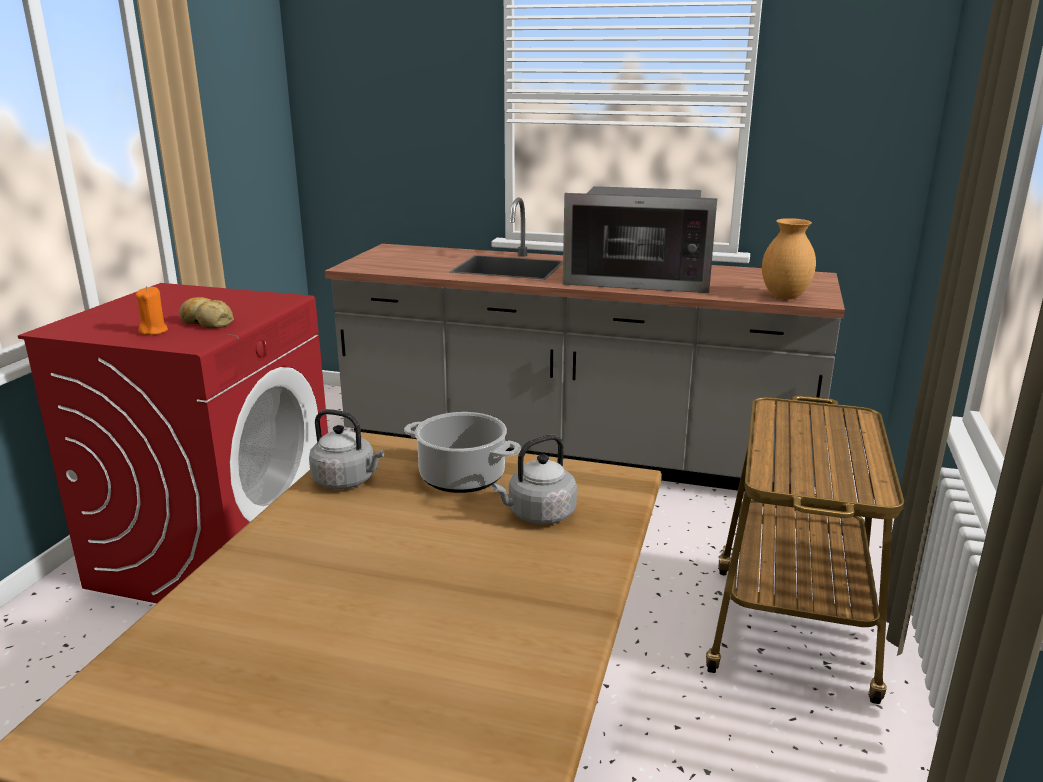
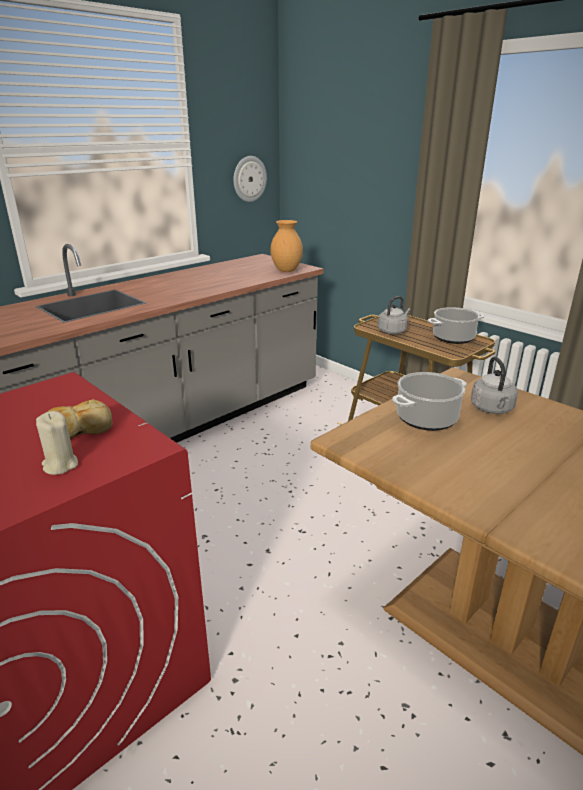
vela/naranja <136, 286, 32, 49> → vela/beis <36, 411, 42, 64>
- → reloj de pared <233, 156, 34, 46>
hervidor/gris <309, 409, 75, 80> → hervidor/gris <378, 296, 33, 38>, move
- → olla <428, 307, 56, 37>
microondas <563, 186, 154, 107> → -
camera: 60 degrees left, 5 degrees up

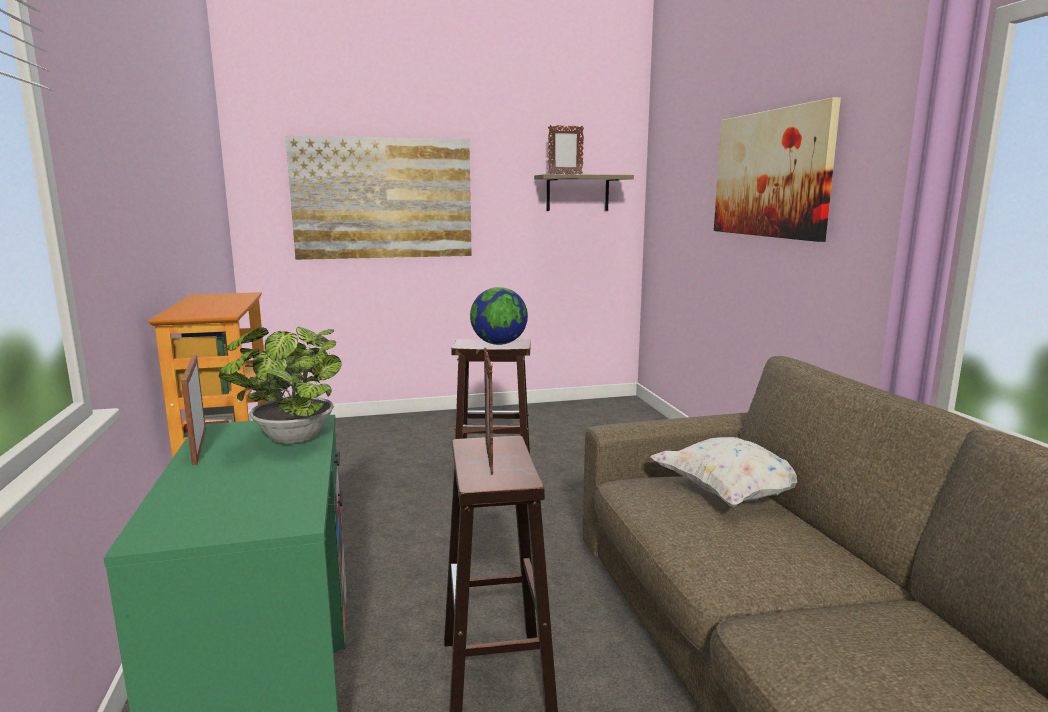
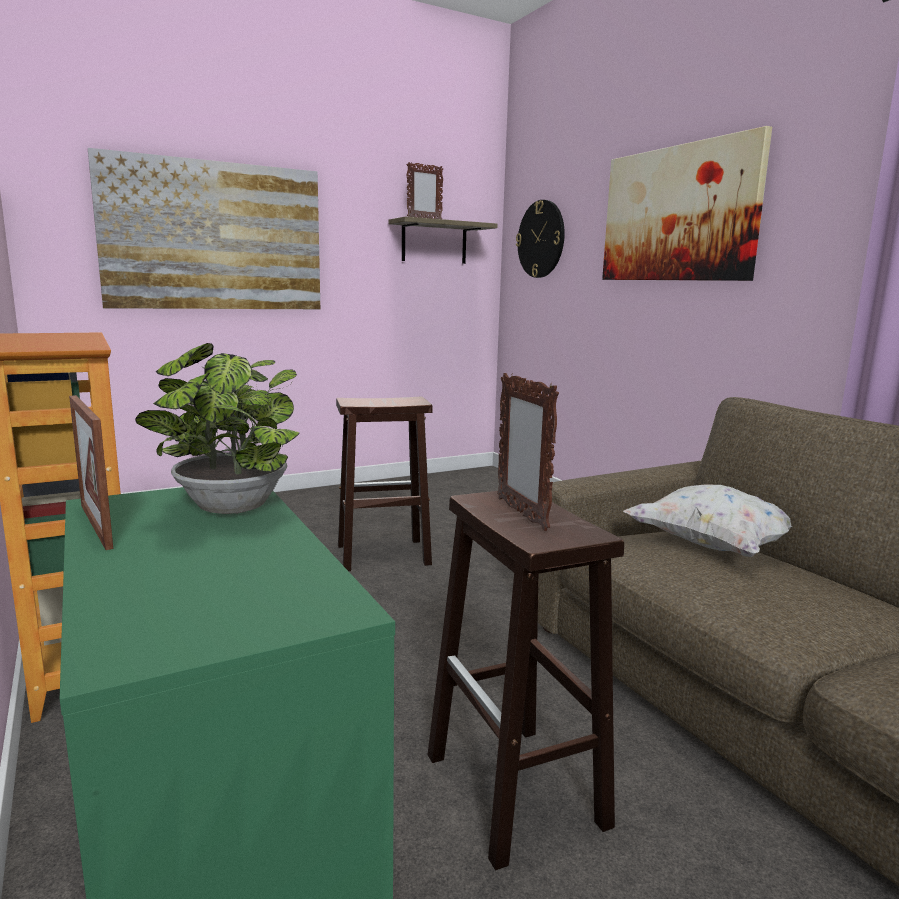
- → reloj de pared <516, 200, 49, 78>
globo terráqueo <470, 287, 58, 58> → -
camera: 15 degrees left, 0 degrees up

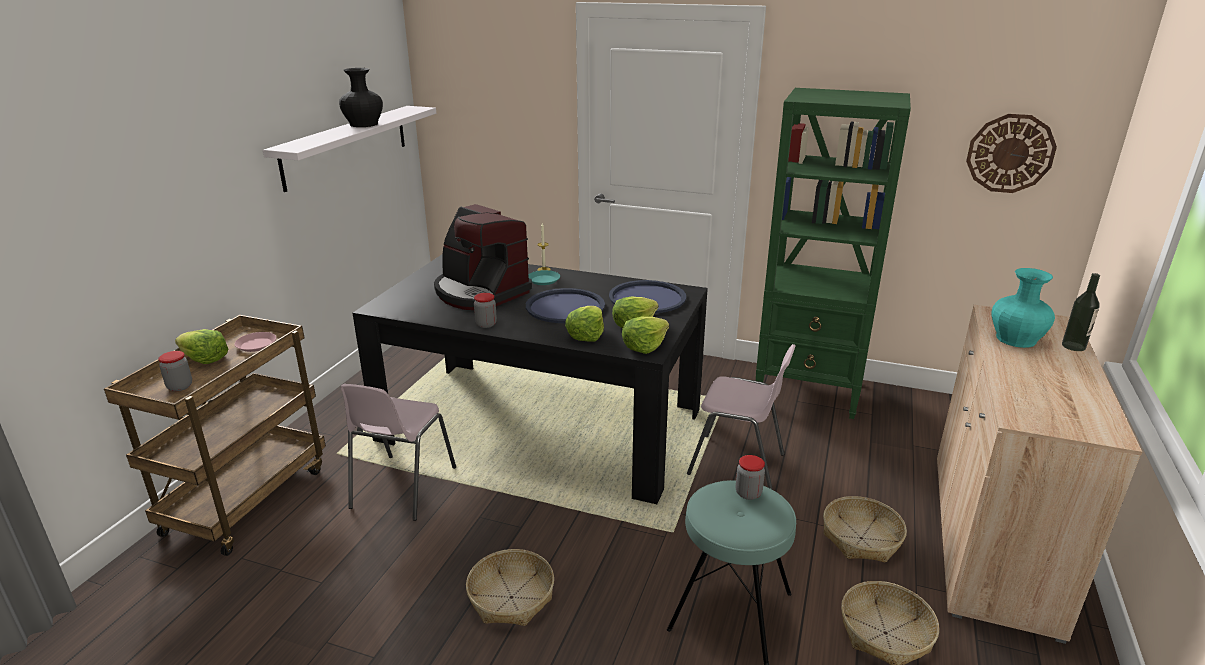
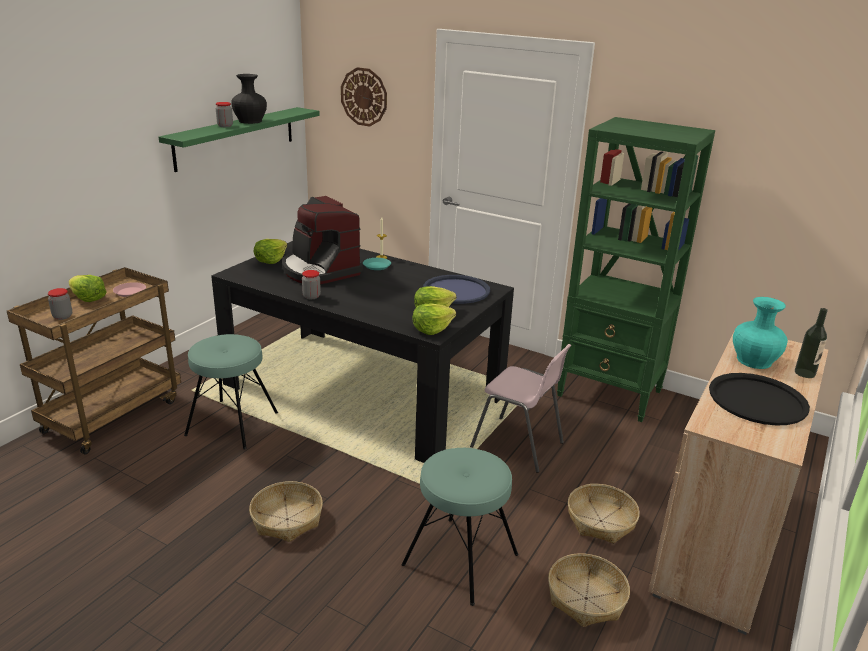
estante/blanco <263, 106, 173, 86> → estante/verde <159, 107, 161, 65>
silla/rosa <340, 384, 116, 137> → taburete/turquesa <184, 334, 94, 116>
tarro <736, 455, 29, 45> → tarro <216, 102, 17, 25>, move
lechuga <565, 306, 39, 36> → lechuga <254, 239, 33, 25>, move
reloj de pared <966, 114, 91, 79> → reloj de pared <341, 67, 46, 60>, move
- → bandeja/negro <709, 373, 101, 53>
bandeja/azul <526, 288, 79, 35> → -
camera: 10 degrees right, 0 degrees up

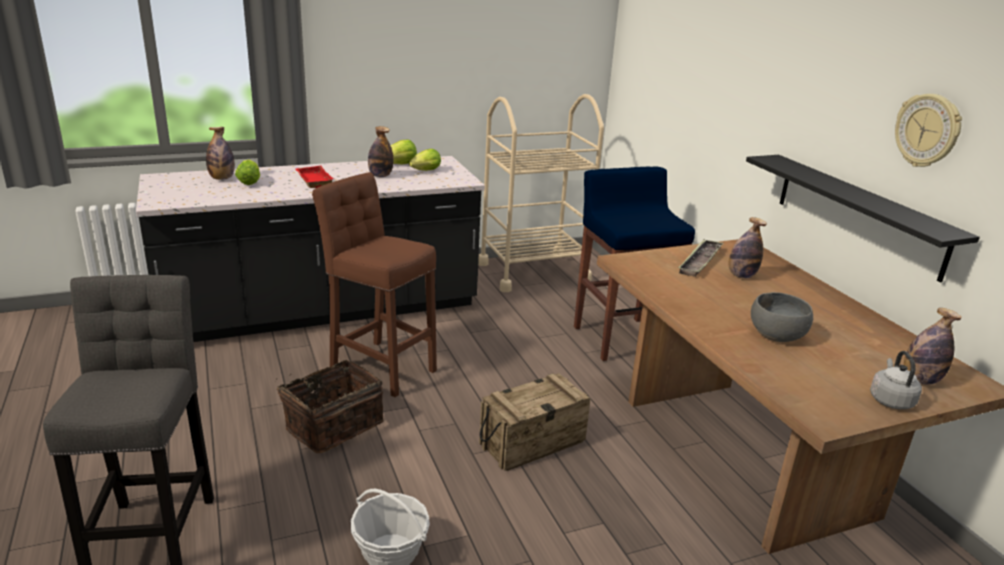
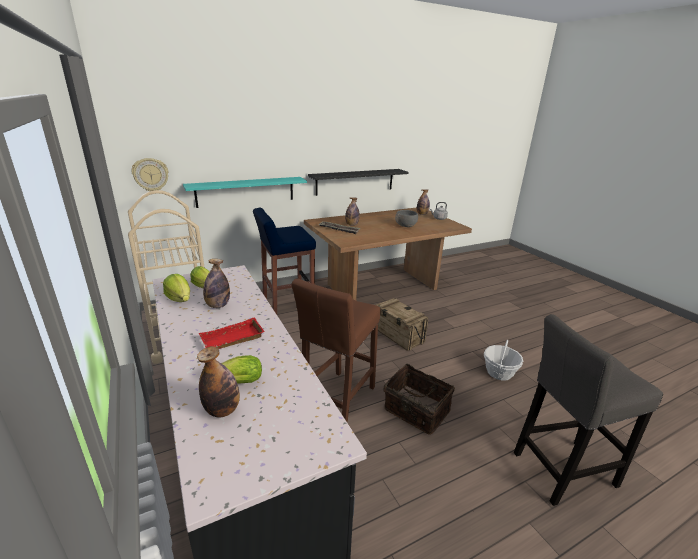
reloj de pared <895, 94, 67, 73> → reloj de pared <132, 158, 36, 33>, move
- → estante/turquesa <183, 177, 124, 31>
camera: 95 degrees left, 0 degrees up

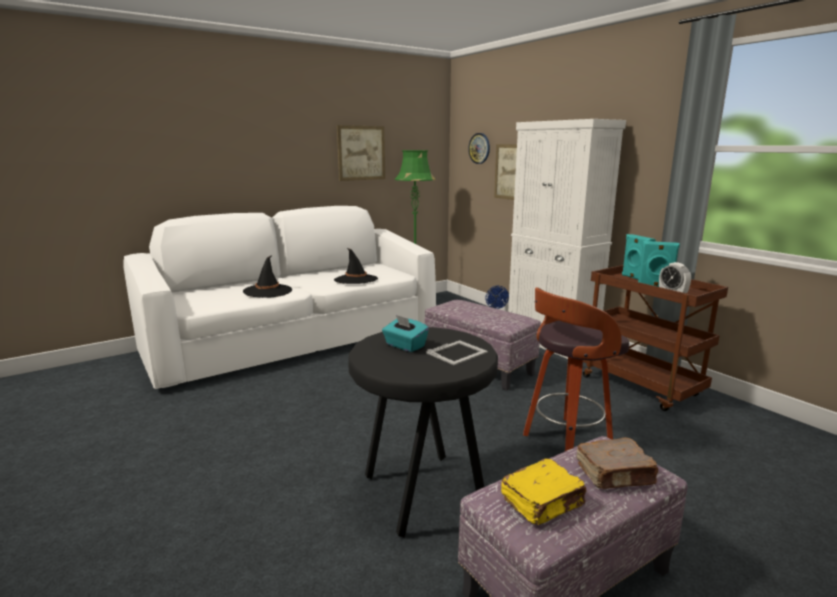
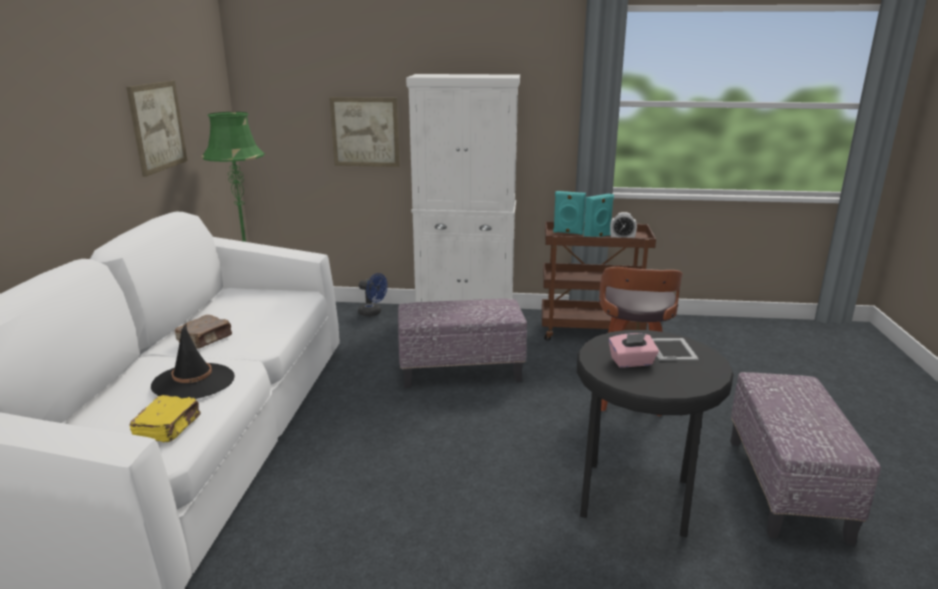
libro/amarillo <501, 459, 86, 66> → libro/amarillo <129, 395, 72, 47>, move
libro/marrón <576, 437, 83, 52> → libro/marrón <175, 315, 57, 34>, move
caja de pañuelos/turquesa <382, 315, 47, 37> → caja de pañuelos/rosa <609, 333, 50, 35>
sombrero/negro <334, 248, 44, 36> → -
reloj de pared <468, 133, 22, 31> → -
camera: 50 degrees left, 5 degrees up

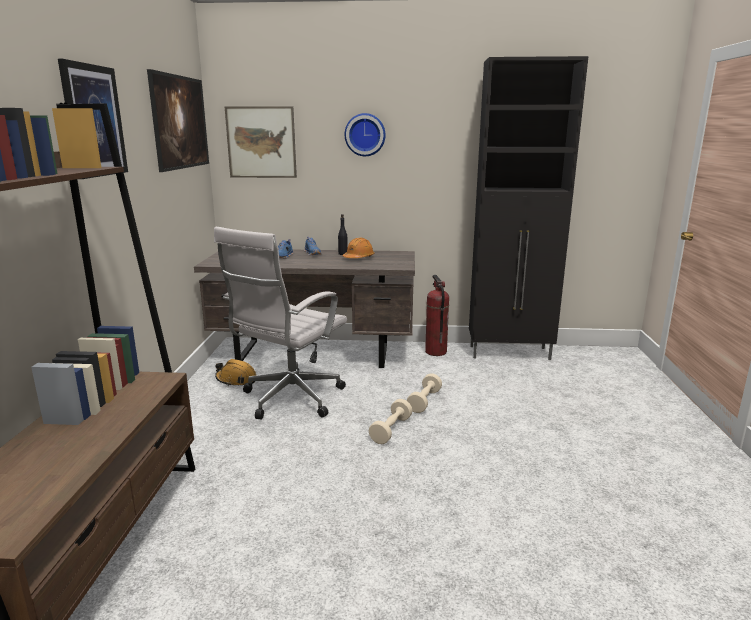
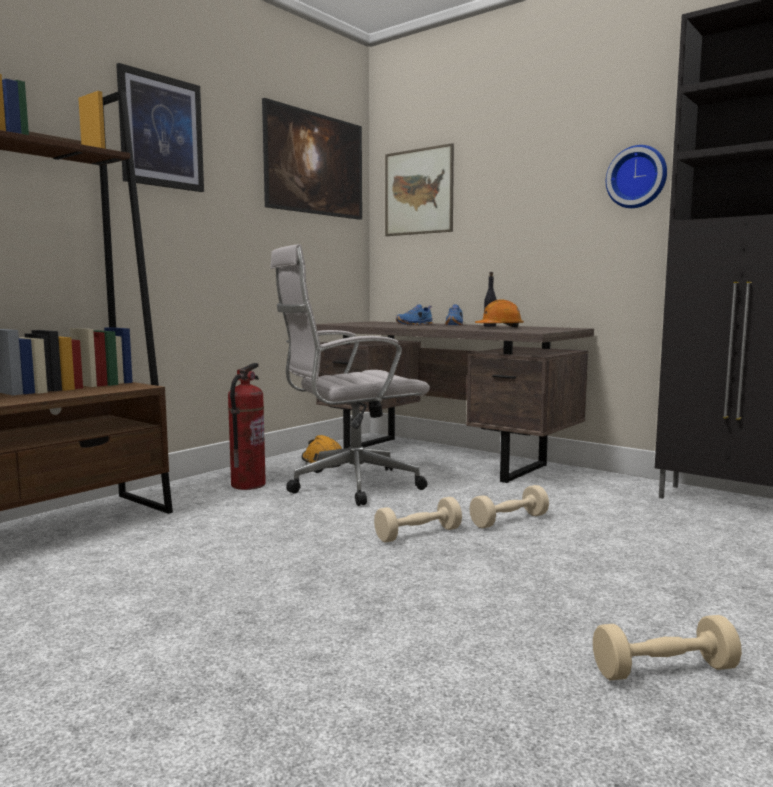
extintor <425, 275, 24, 81> → extintor <228, 363, 38, 127>, move
- → mancuerna/beis <593, 615, 149, 66>
reloj de pared <345, 113, 41, 43> → reloj de pared <606, 145, 61, 63>, move
camera: 35 degrees right, 10 degrees down

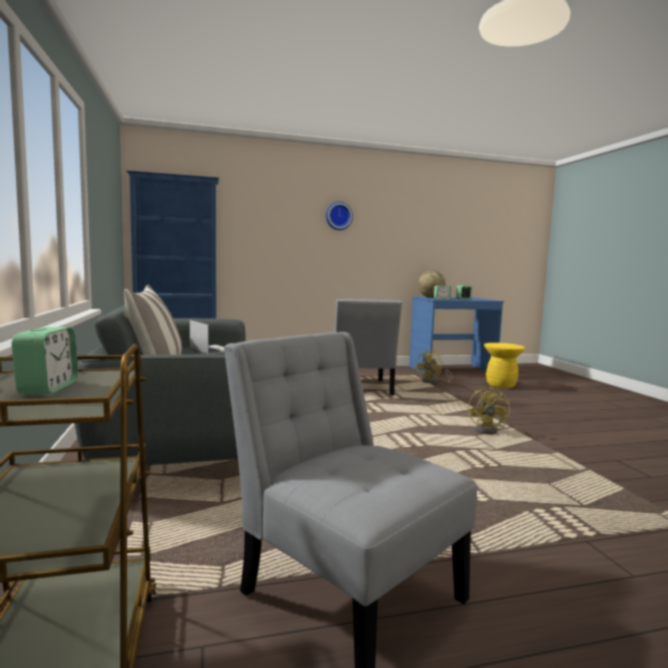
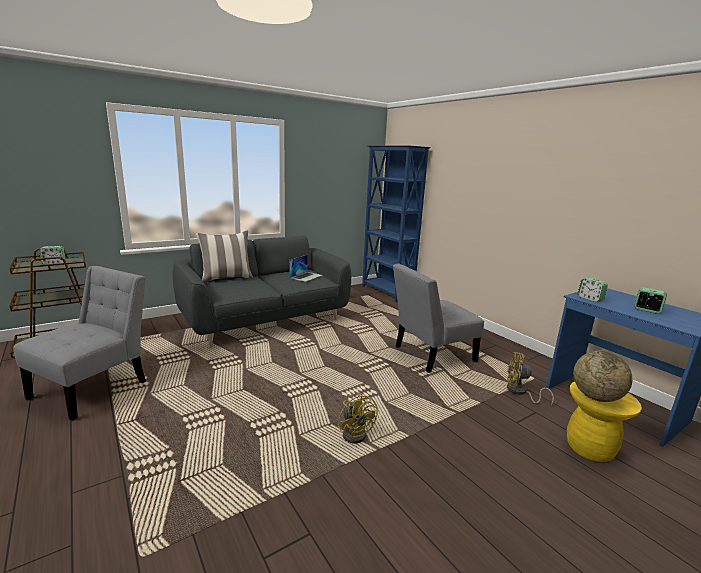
ventilador/amarillo <468, 387, 42, 48> → ventilador/amarillo <338, 393, 40, 50>, 105 degrees counterclockwise
globo terráqueo <418, 270, 28, 28> → globo terráqueo <573, 351, 59, 51>, move
reloj de pared <326, 202, 27, 28> → -
camera: 70 degrees right, 10 degrees up

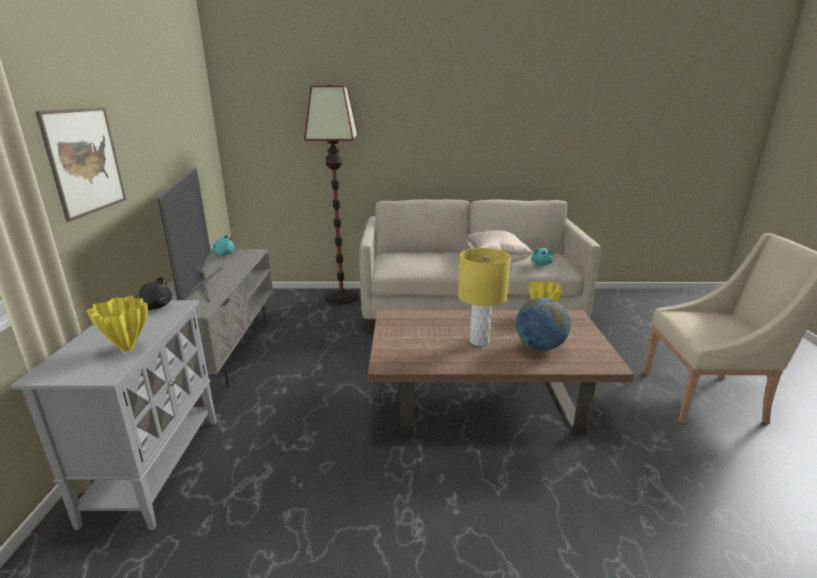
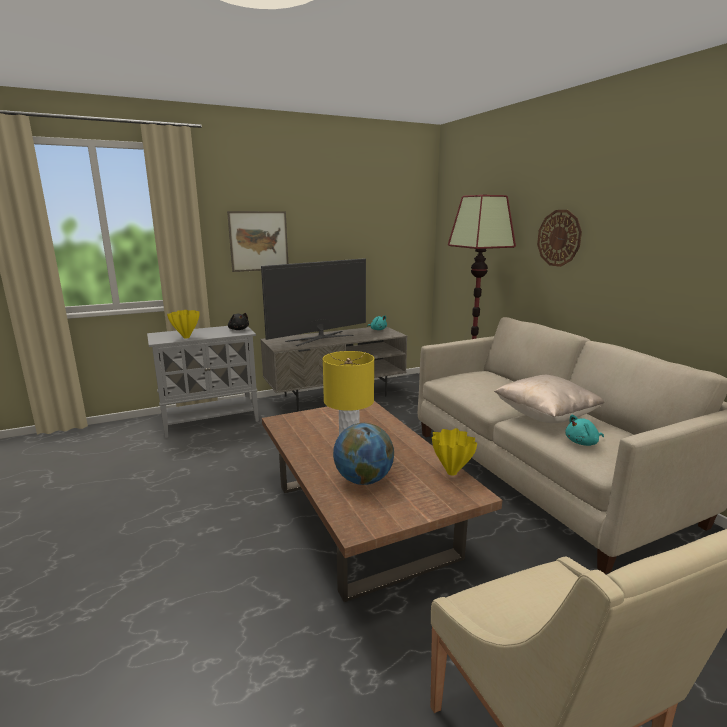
- → reloj de pared <537, 210, 45, 57>
camera: 65 degrees right, 5 degrees down

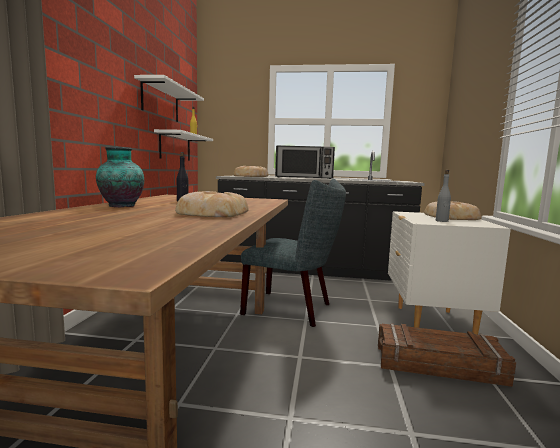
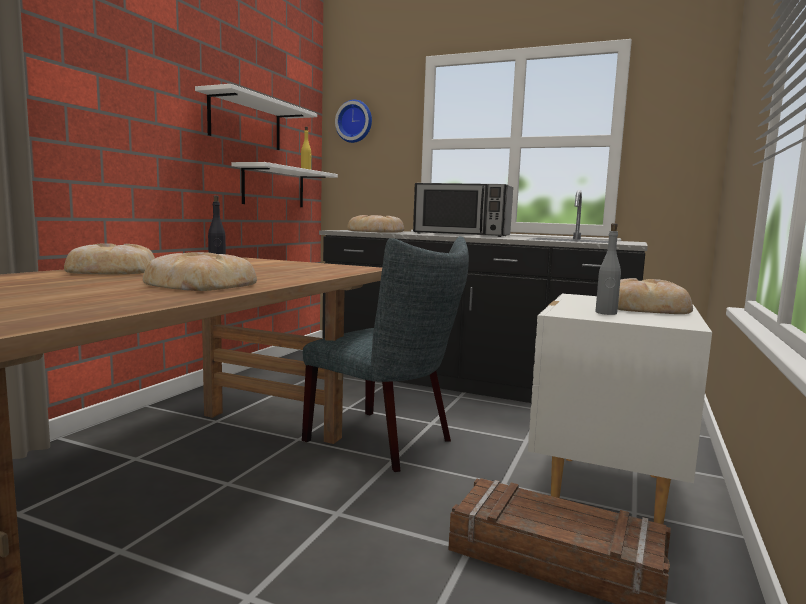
florero <96, 147, 48, 60> → pan <64, 243, 91, 32>
- → reloj de pared <335, 100, 37, 43>
camera: 15 degrees right, 0 degrees up

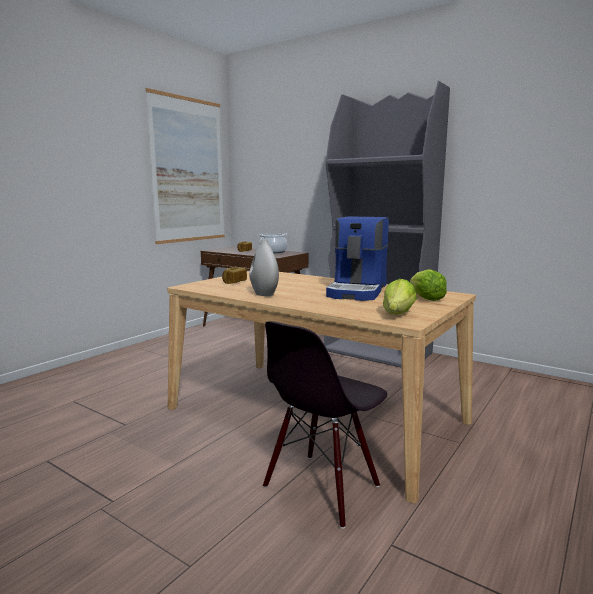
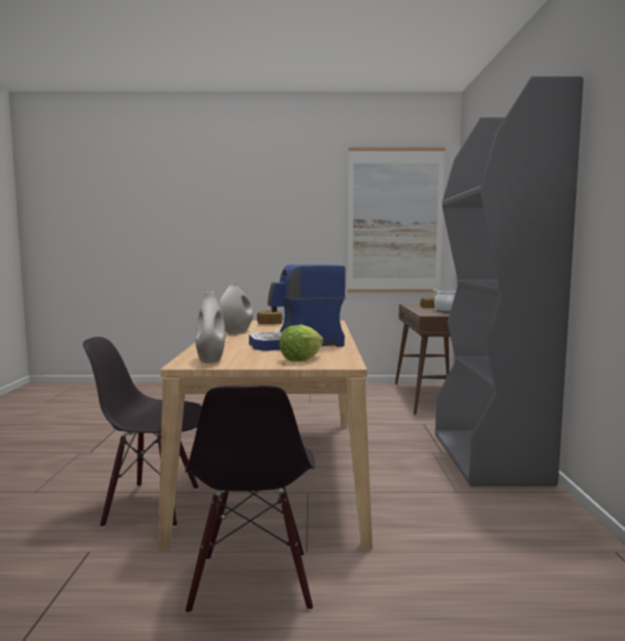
- → silla/negro <185, 385, 130, 229>
lechuga <383, 279, 34, 36> → florero/blanco <195, 291, 30, 72>
camera: 55 degrees right, 5 degrees down

